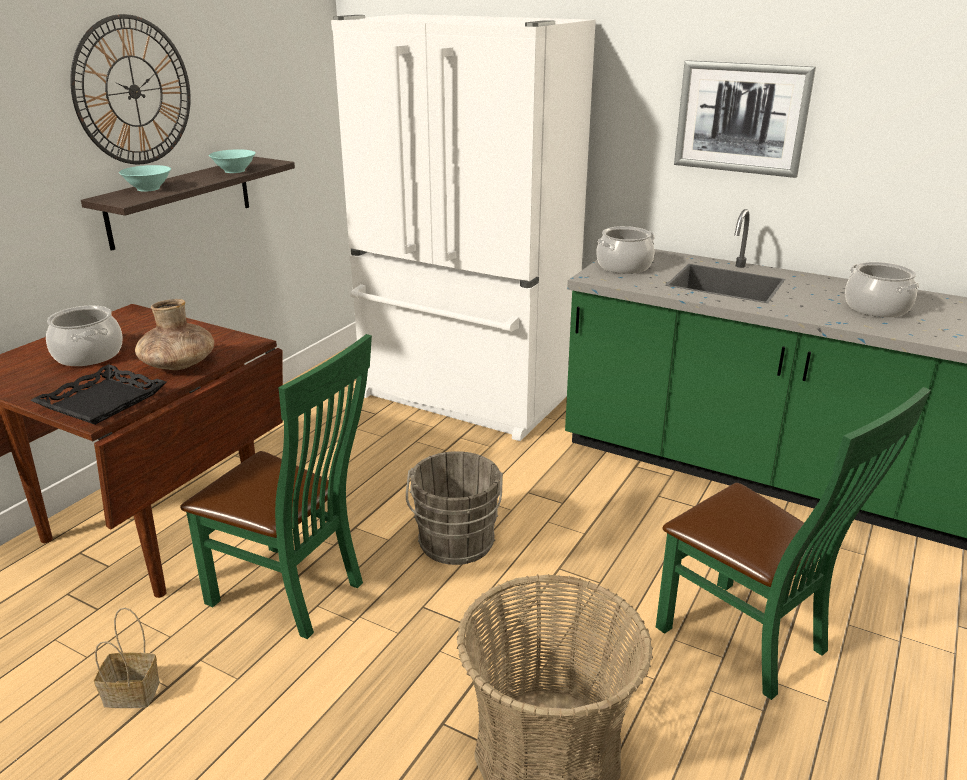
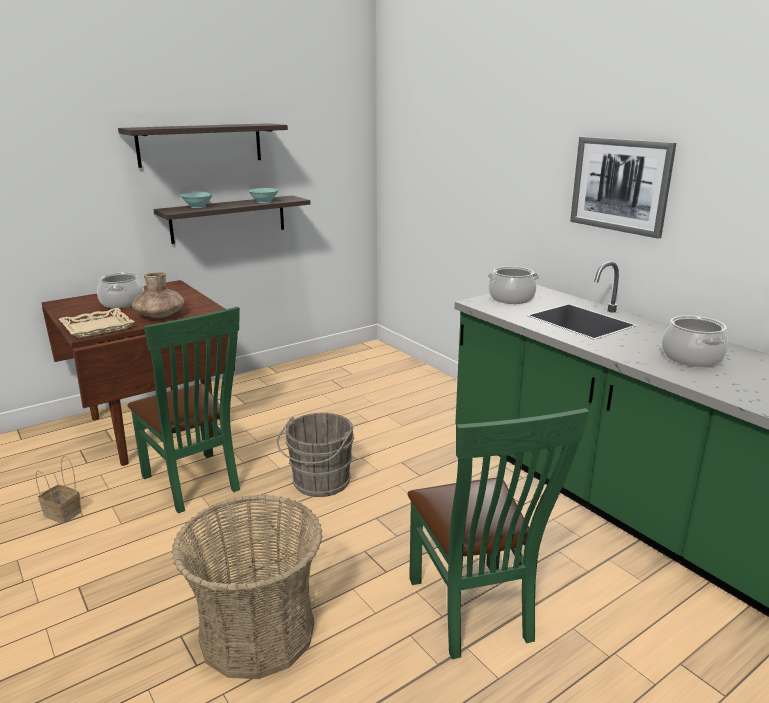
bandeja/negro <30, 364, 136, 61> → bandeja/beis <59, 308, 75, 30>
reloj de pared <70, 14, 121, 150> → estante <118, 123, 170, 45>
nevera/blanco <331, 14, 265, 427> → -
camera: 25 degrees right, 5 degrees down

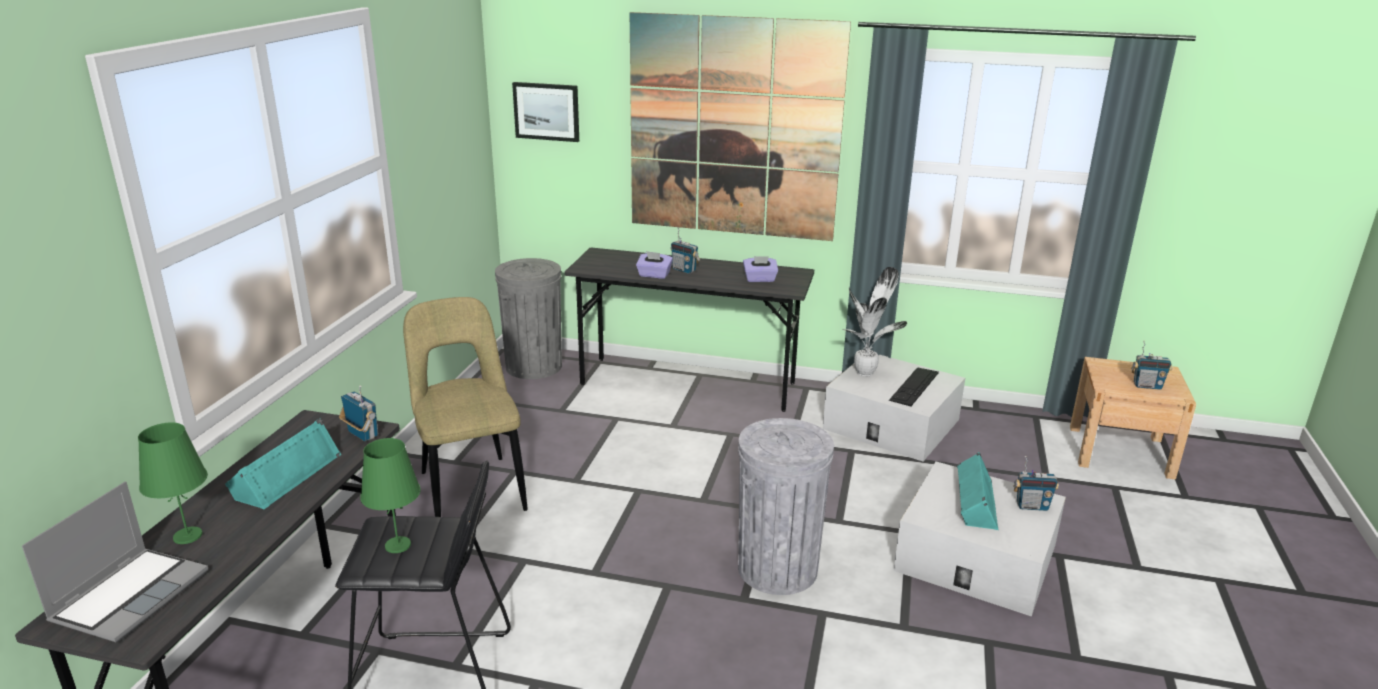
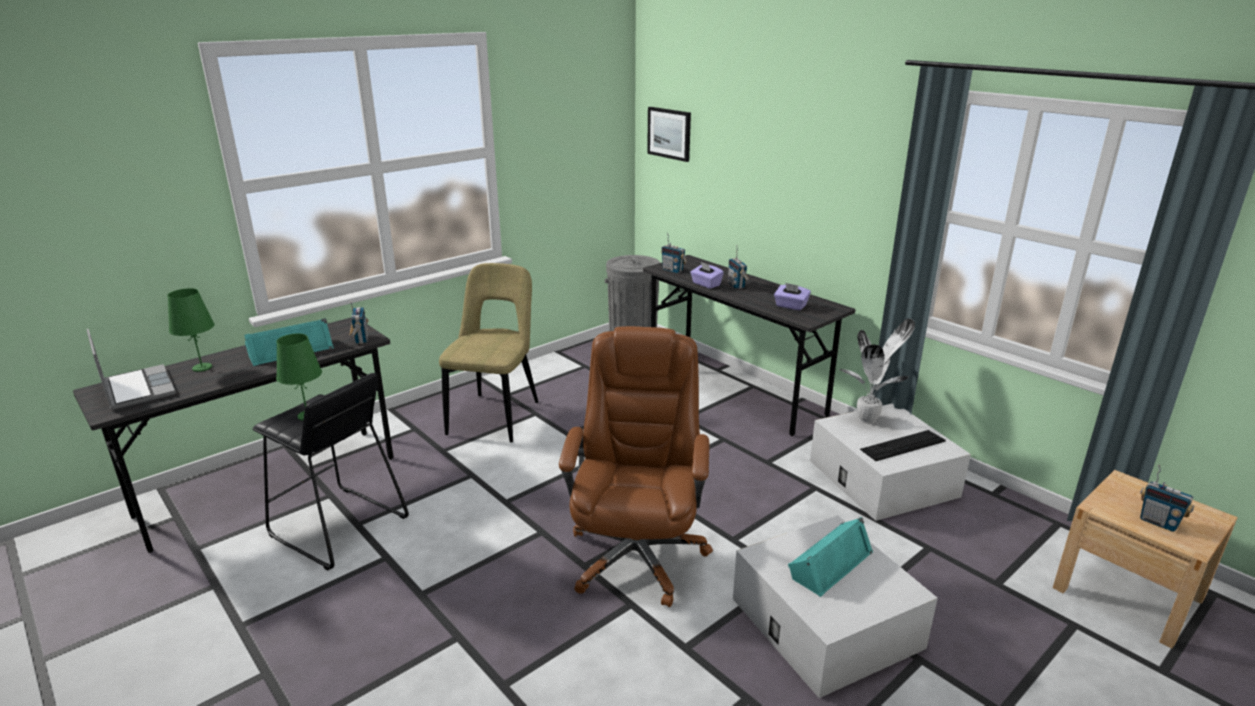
portátil <22, 481, 186, 161> → portátil <87, 329, 89, 81>, 90 degrees counterclockwise
papelera/gris <738, 418, 96, 177> → silla de oficina/marrón <559, 326, 154, 281>
radio <1014, 456, 45, 55> → radio <661, 233, 26, 40>, move
cuadro <630, 12, 221, 229> → -
camera: 35 degrees right, 0 degrees up

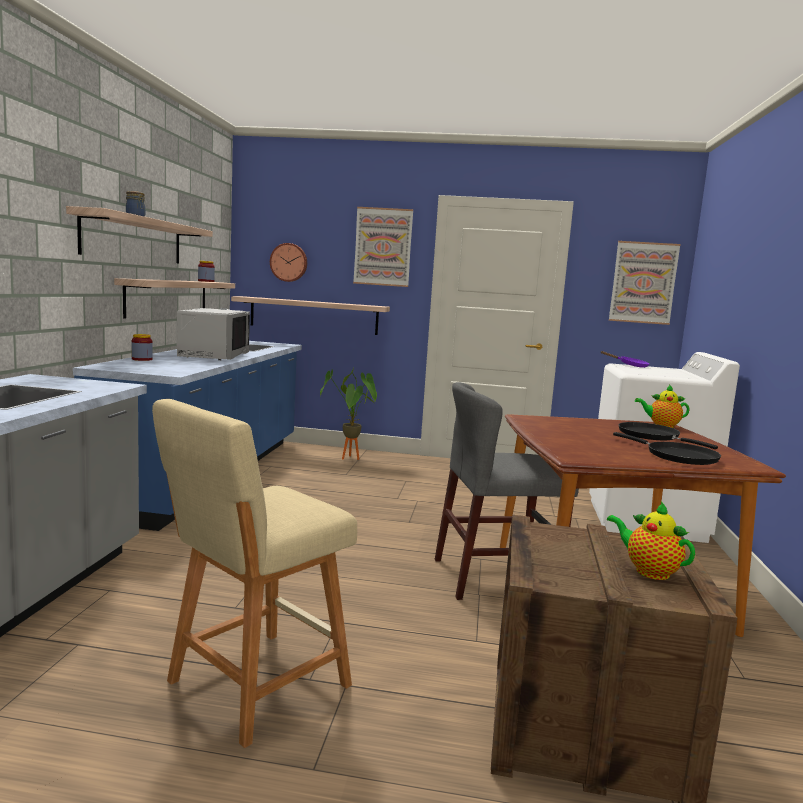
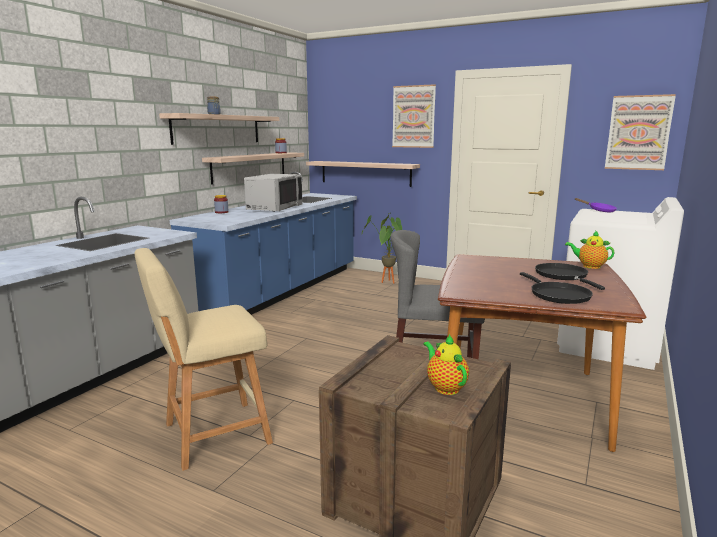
reloj de pared <270, 243, 37, 39> → -
camera: 20 degrees right, 5 degrees up

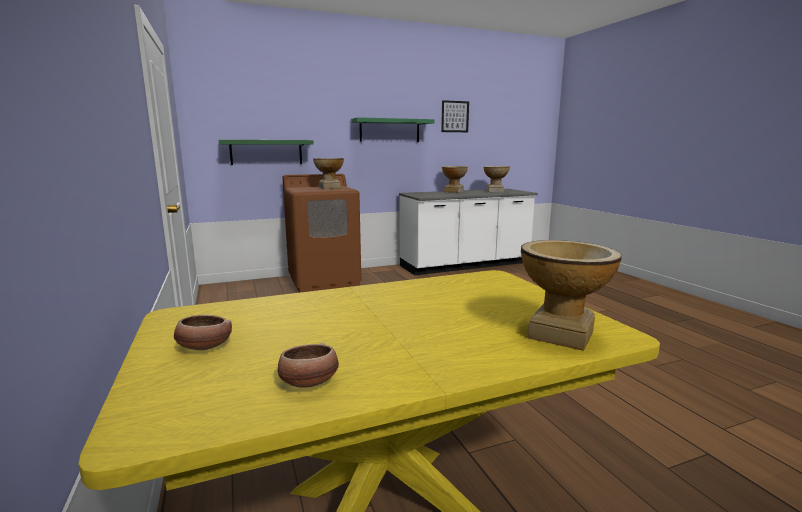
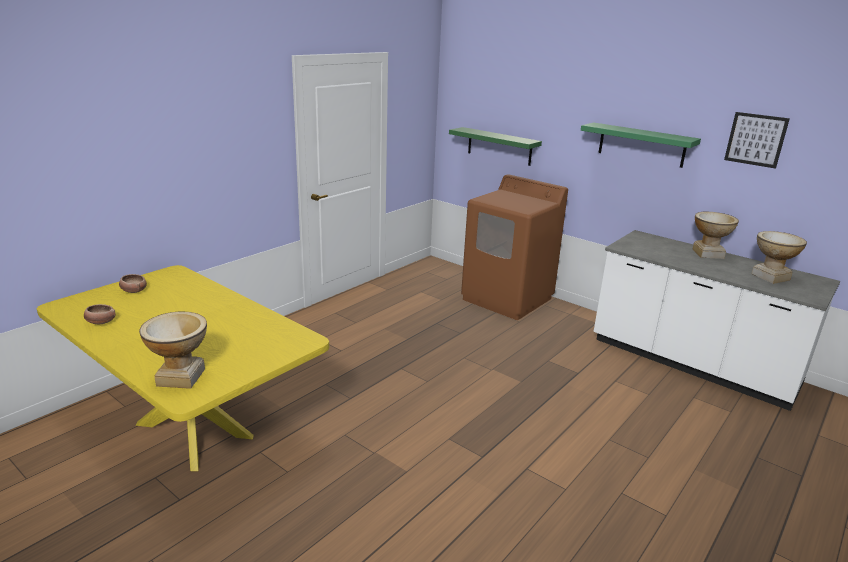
florero <313, 158, 31, 31> → -
camera: 60 degrees right, 10 degrees up

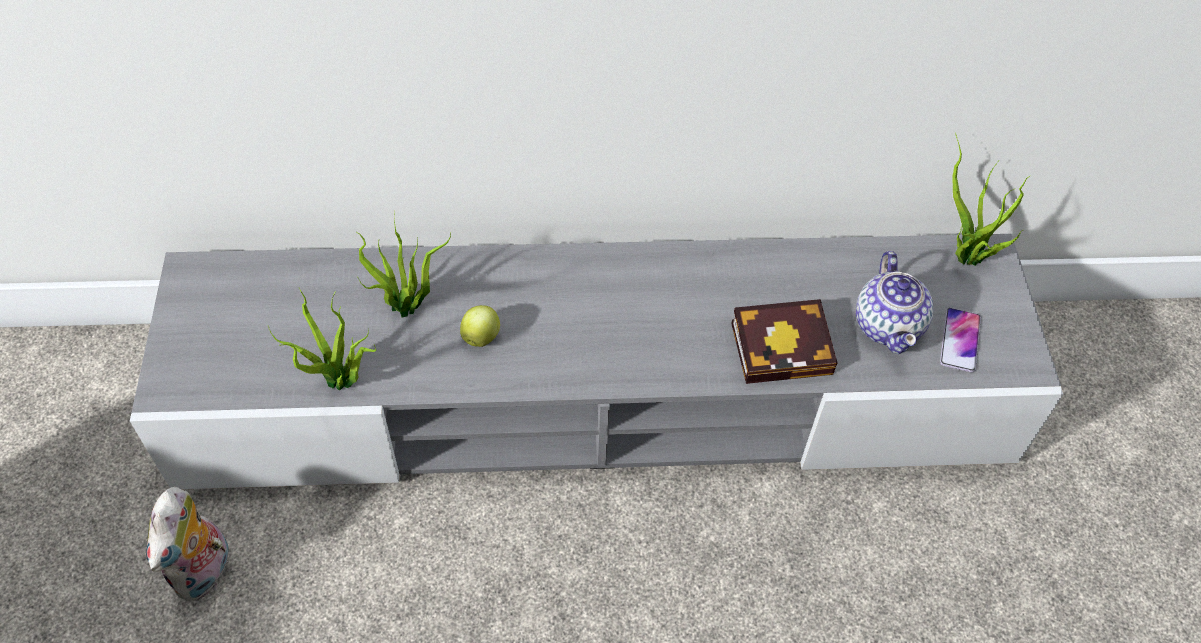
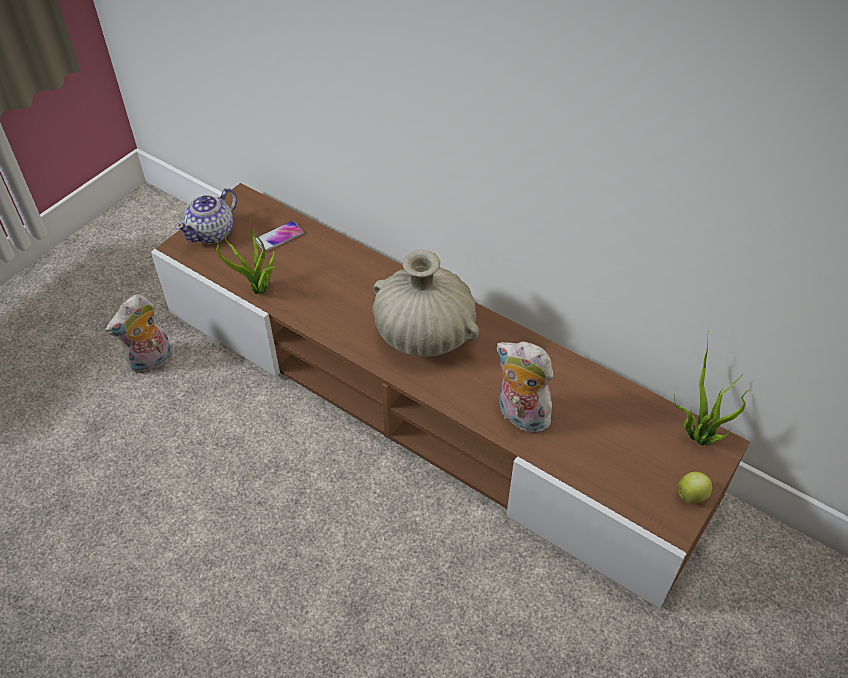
mueble de televisión/gris <130, 234, 934, 256> → mueble de televisión/marrón <151, 183, 599, 426>
tetera <856, 251, 77, 103> → tetera <175, 188, 62, 56>, move
móvil <940, 308, 41, 64> → móvil <256, 221, 48, 31>, move
- → florero/beis <373, 250, 106, 107>
libro <731, 299, 107, 85> → peluche <496, 342, 57, 91>
manzana <460, 305, 40, 42> → manzana <677, 471, 35, 32>, move
planta en maceta <357, 210, 94, 107> → -
camera: 40 degrees right, 5 degrees down

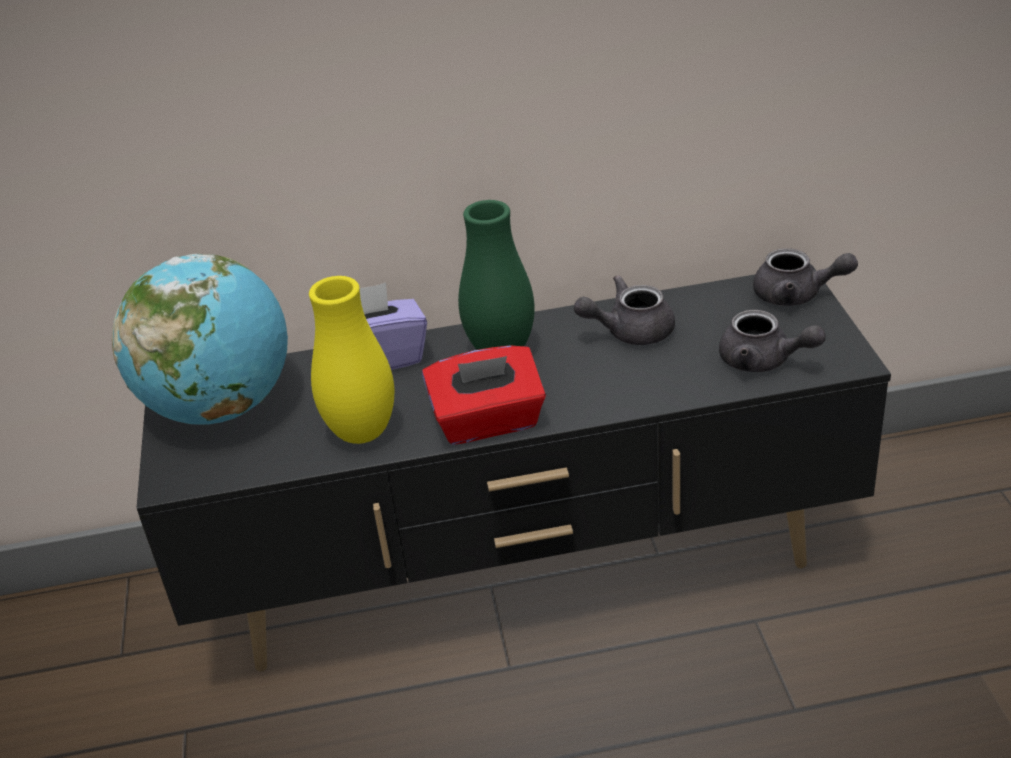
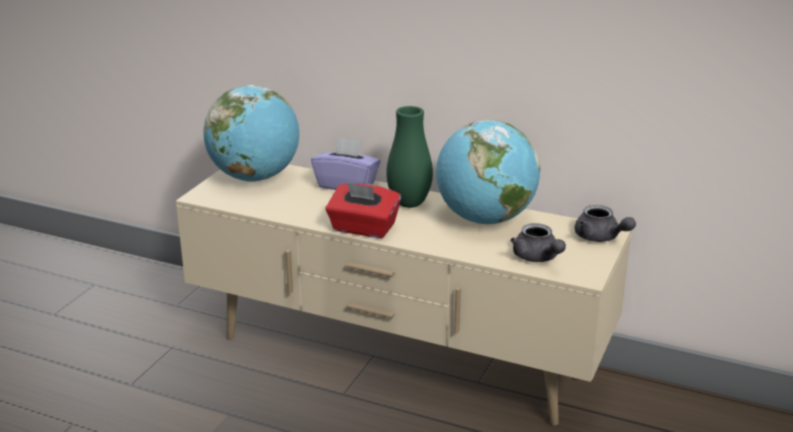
mueble de televisión/negro <137, 265, 754, 407> → mueble de televisión/beis <176, 164, 456, 262>
tetera/gris <574, 275, 101, 70> → globo terráqueo <436, 120, 104, 104>
florero/amarillo <309, 276, 85, 168> → -
camera: 30 degrees right, 10 degrees down

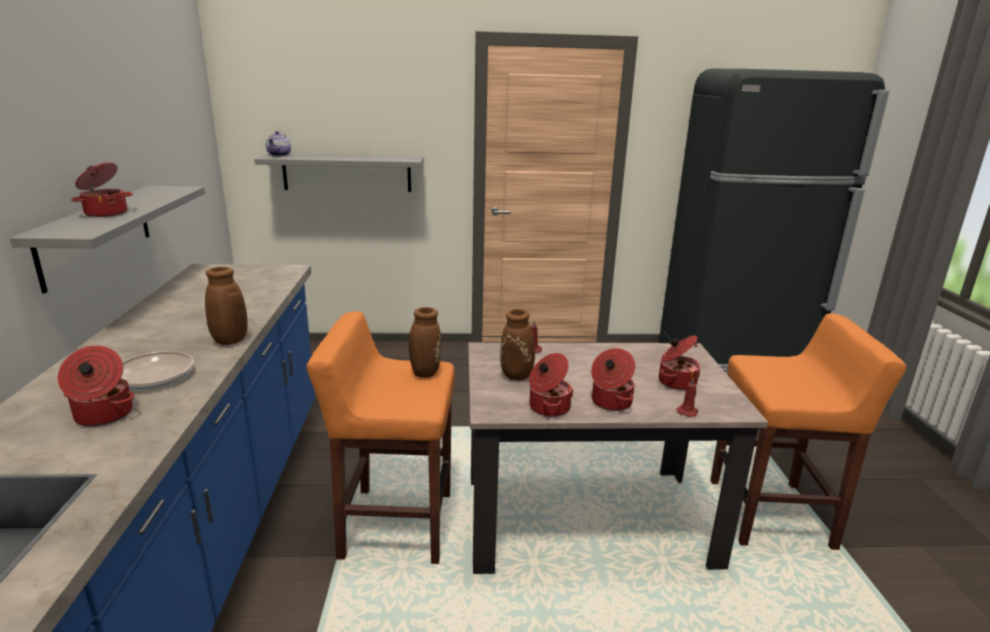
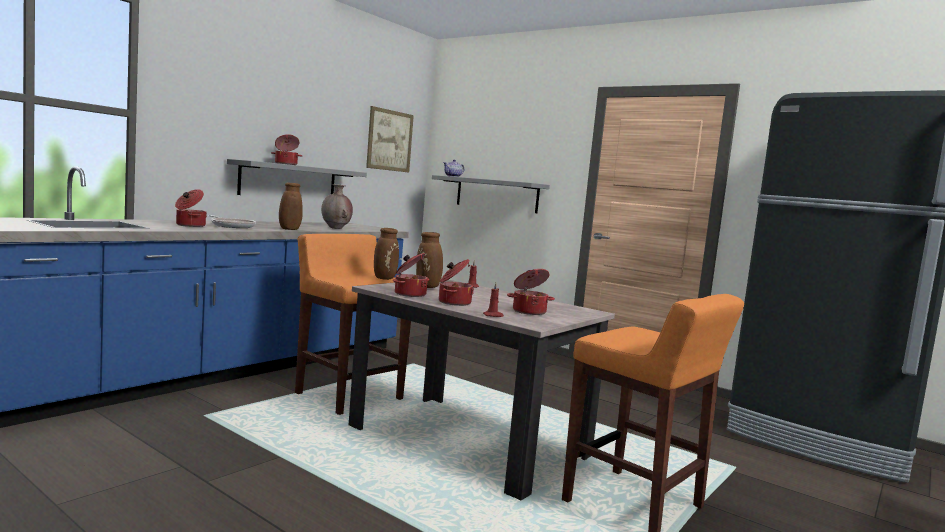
- → florero/marrón <321, 184, 32, 45>
- → cuadro <366, 106, 48, 66>
camera: 40 degrees right, 15 degrees down

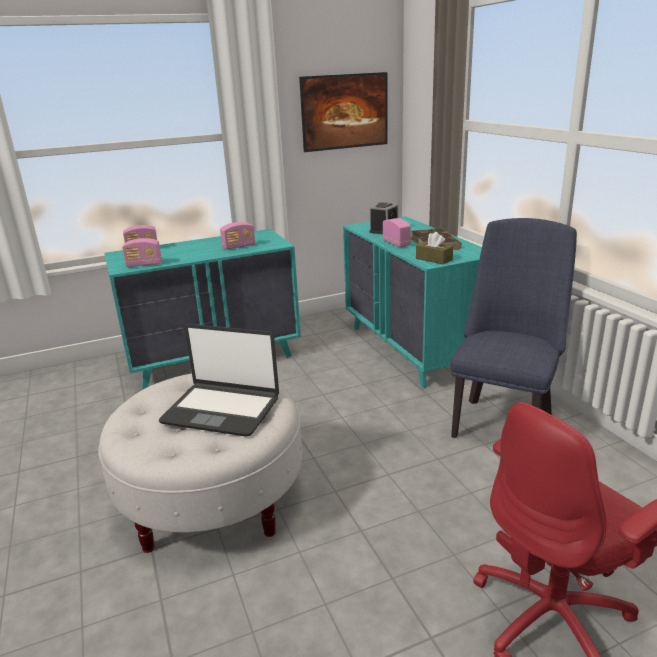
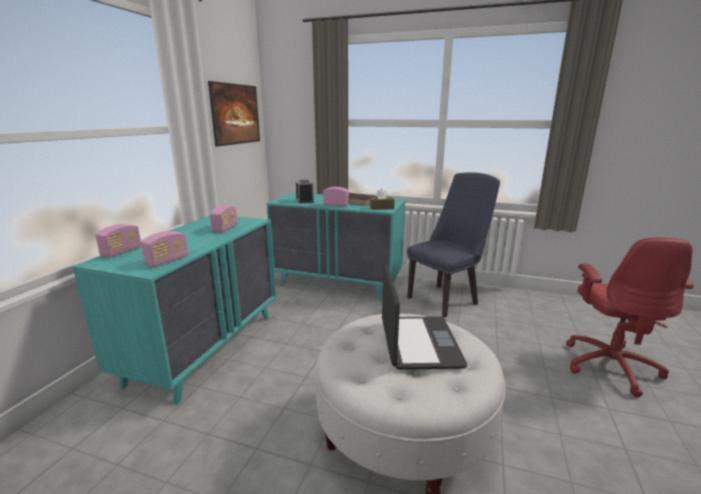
portátil <159, 324, 120, 113> → portátil <382, 265, 85, 105>, 60 degrees counterclockwise
silla/azul <450, 218, 127, 220> → silla/azul <407, 172, 93, 145>, 75 degrees clockwise
camera: 50 degrees left, 5 degrees down

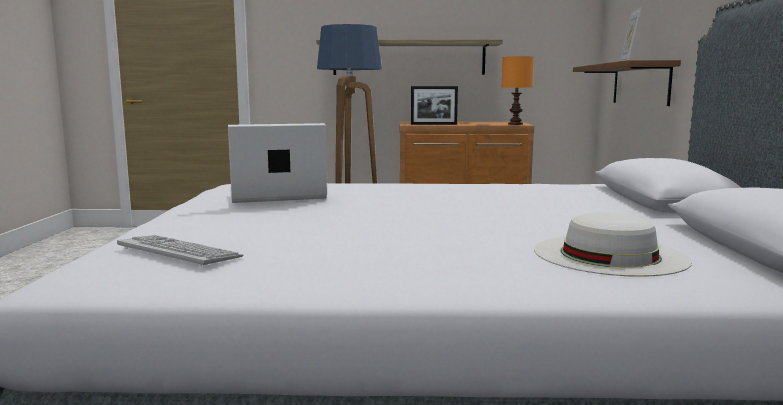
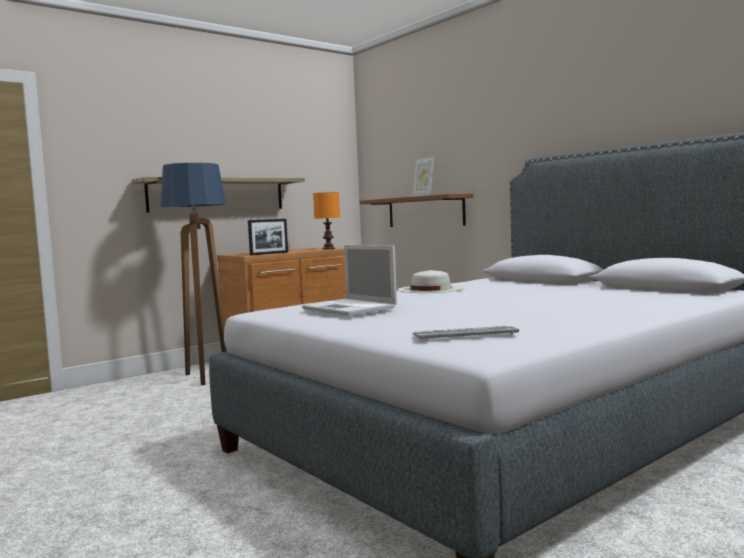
portátil <228, 123, 99, 80> → portátil <302, 245, 95, 71>, 75 degrees counterclockwise
sombrero/blanco <534, 212, 158, 65> → sombrero/blanco <397, 270, 68, 23>, move
camera: 40 degrees left, 5 degrees down

